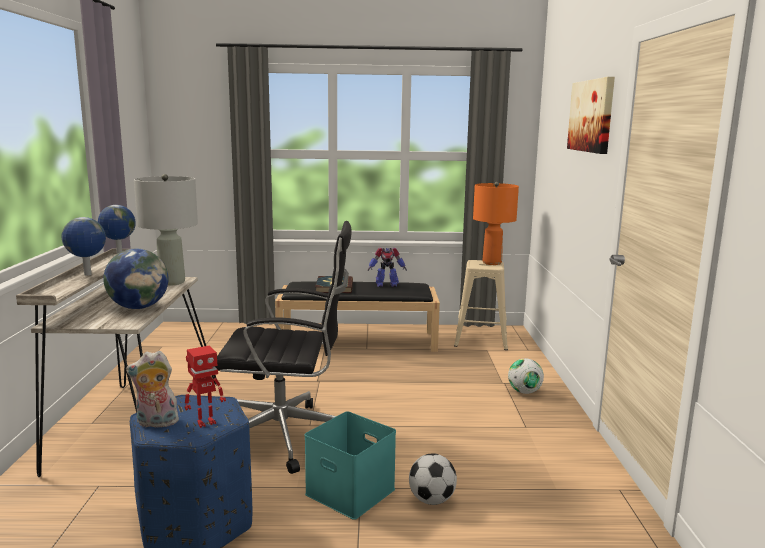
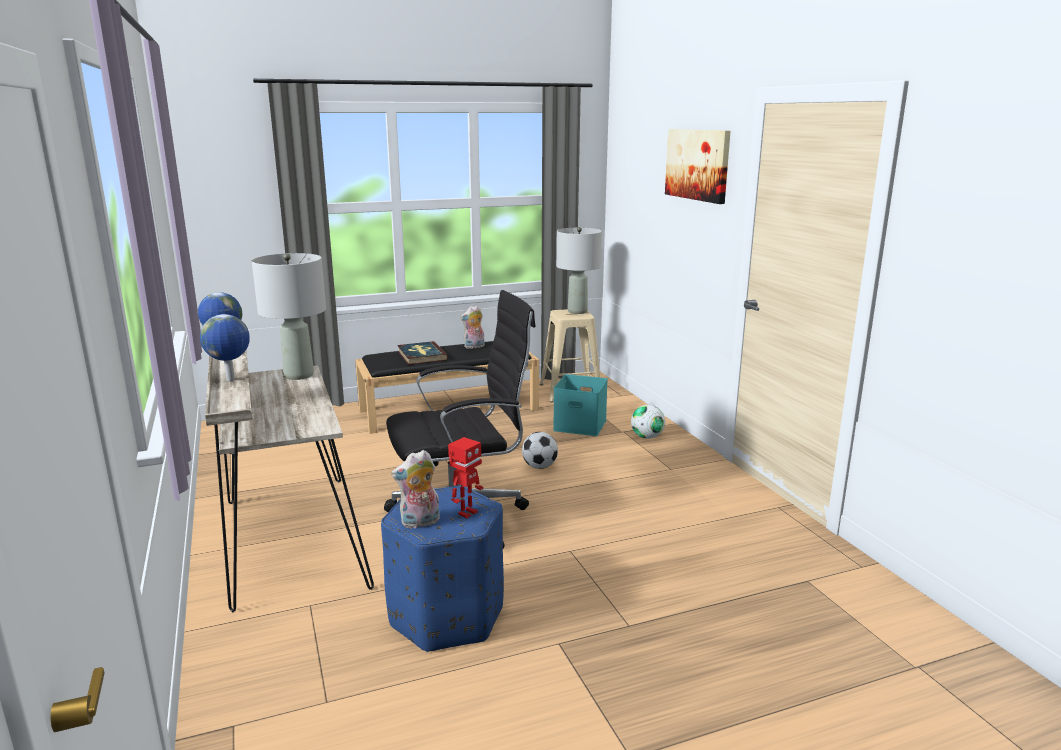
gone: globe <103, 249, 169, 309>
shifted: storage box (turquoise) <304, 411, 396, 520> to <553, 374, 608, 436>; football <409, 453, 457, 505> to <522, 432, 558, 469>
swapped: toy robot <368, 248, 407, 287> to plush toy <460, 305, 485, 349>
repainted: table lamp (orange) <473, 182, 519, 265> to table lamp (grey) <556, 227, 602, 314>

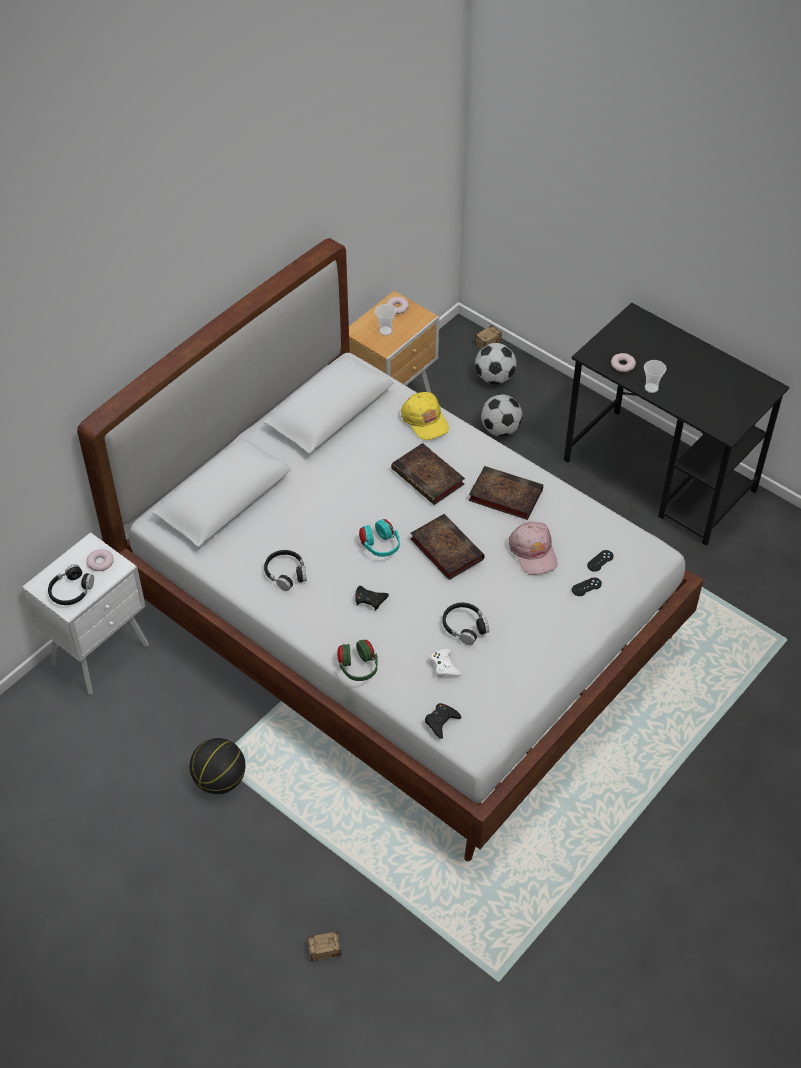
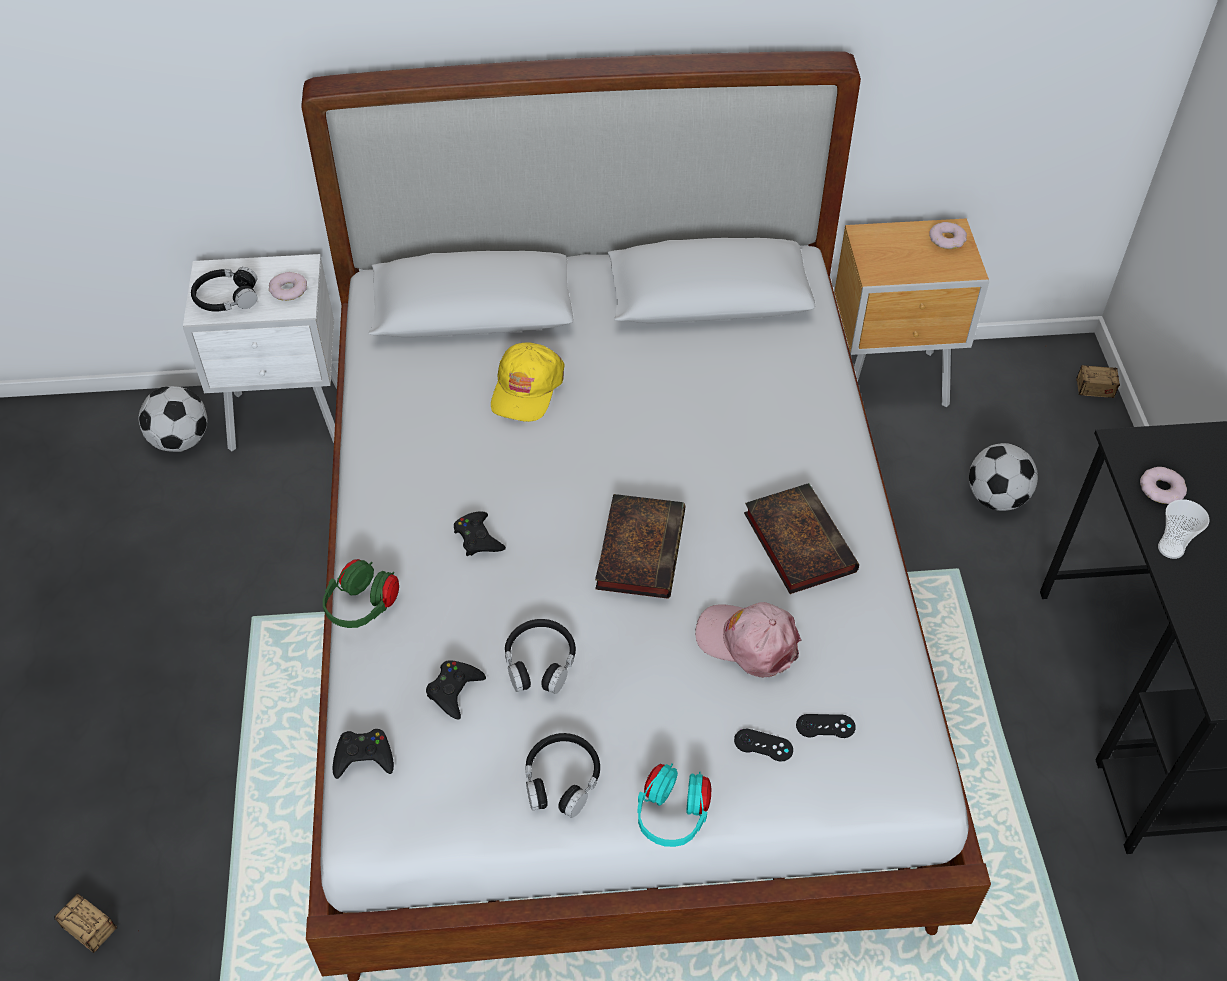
gone: basketball <190, 738, 245, 794>; cup <375, 304, 396, 335>; book <391, 443, 465, 505>
shifted: headphones (black) <264, 550, 307, 591> to <525, 733, 600, 818>; headphones (turquoise) <359, 519, 400, 557> to <638, 764, 711, 847>; cap (yellow) <401, 392, 449, 440> to <491, 342, 565, 422>; football <475, 343, 516, 385> to <138, 386, 208, 452>
repainted: game controller (white) <430, 649, 462, 677> to game controller (black) <426, 660, 486, 720>
rotated: cap (pink) <508, 522, 558, 575> = <695, 602, 801, 678> 90 degrees clockwise

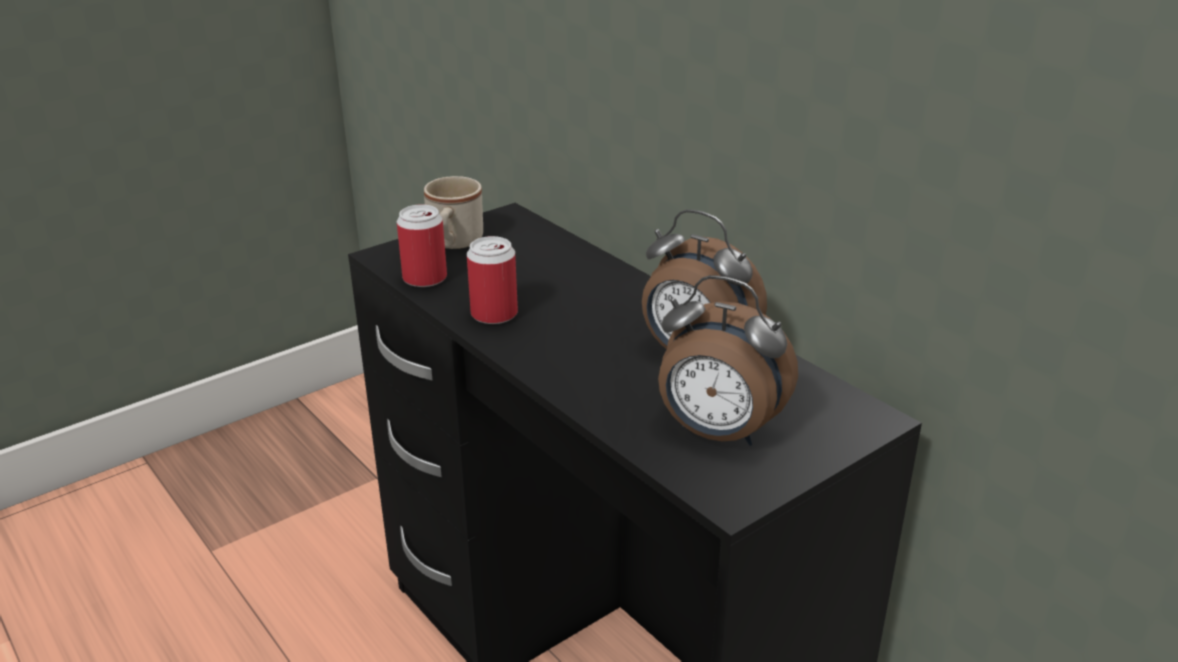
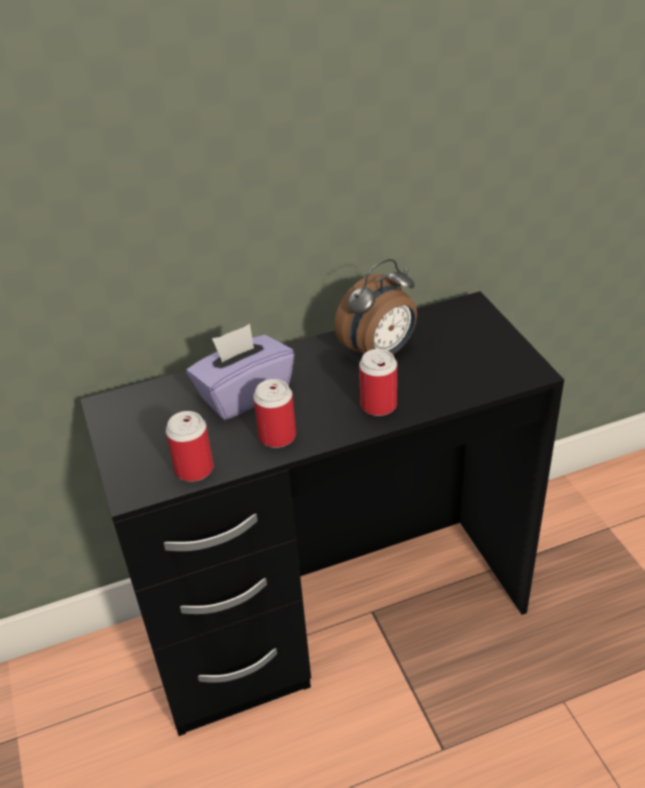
gone: mug (beige) <424, 176, 483, 249>; alarm clock <658, 275, 798, 446>
new: tissue box (purple) <186, 324, 294, 420>; can <359, 349, 397, 416>

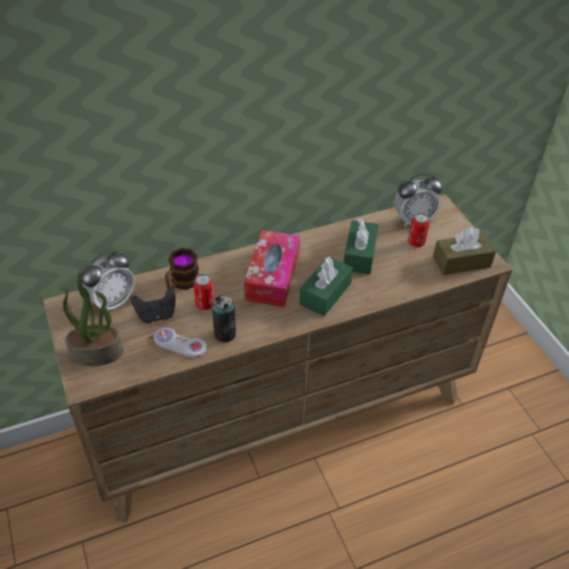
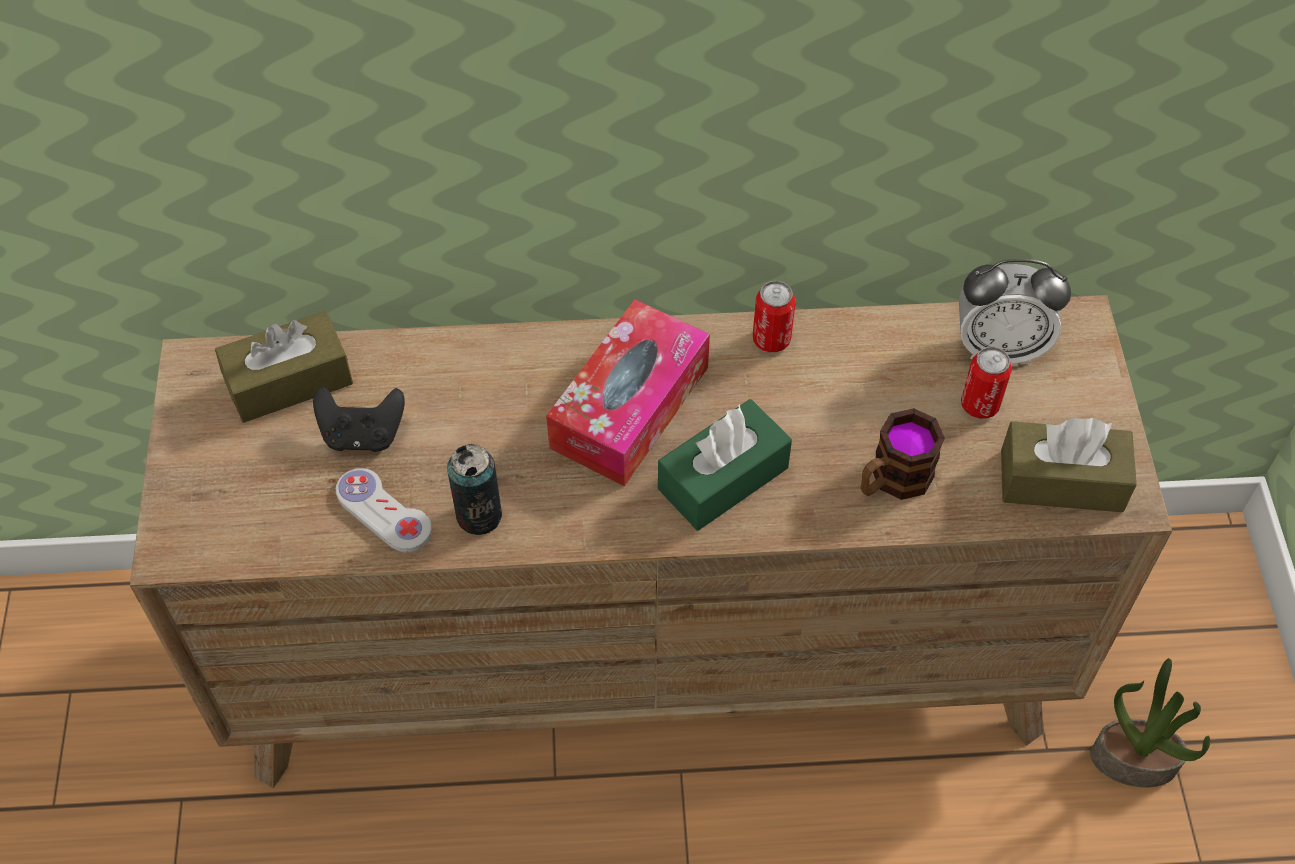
gone: tissue box (green) <343, 219, 379, 274>
shifted: potted plant <63, 272, 123, 366> to <1090, 658, 1210, 788>; mug <165, 248, 199, 290> to <861, 408, 945, 500>; can <194, 274, 214, 310> to <753, 281, 796, 352>
swapped: alarm clock <82, 250, 135, 310> to tissue box (brown) <215, 311, 353, 423>

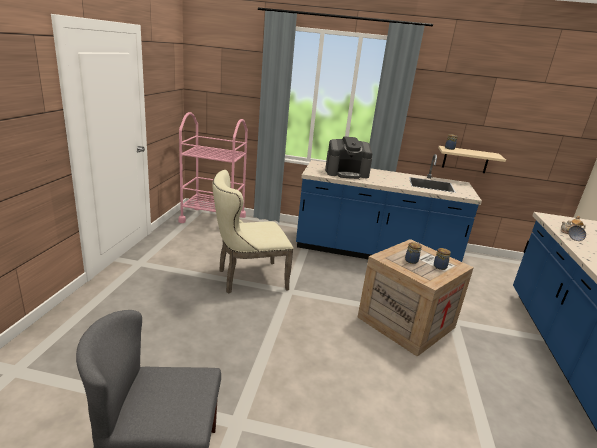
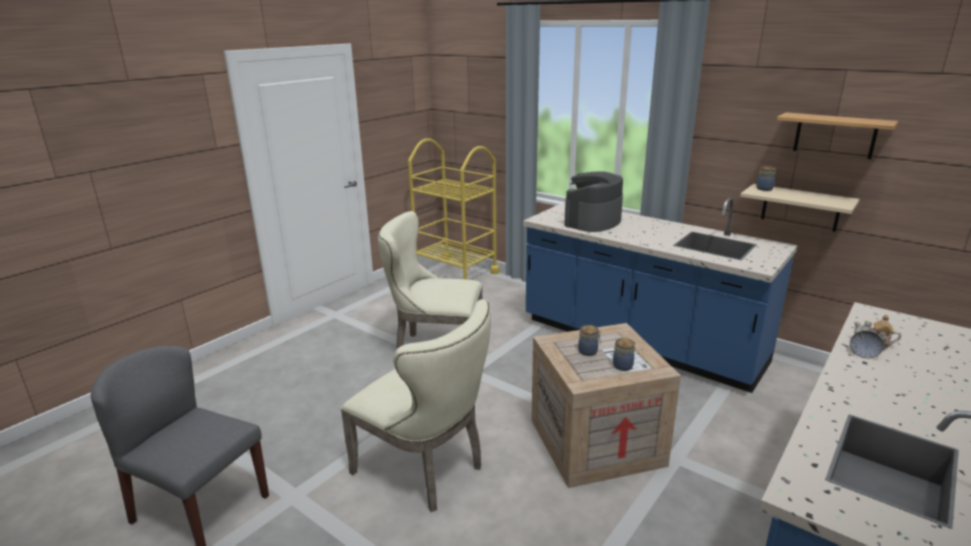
new: chair (beige) <341, 299, 491, 512>; shelf <777, 112, 898, 159>
repainted: cart (pink) <178, 112, 248, 223> to cart (yellow) <408, 138, 499, 279>
rotated: coffee machine <325, 136, 372, 179> = <564, 172, 623, 232> 105 degrees clockwise

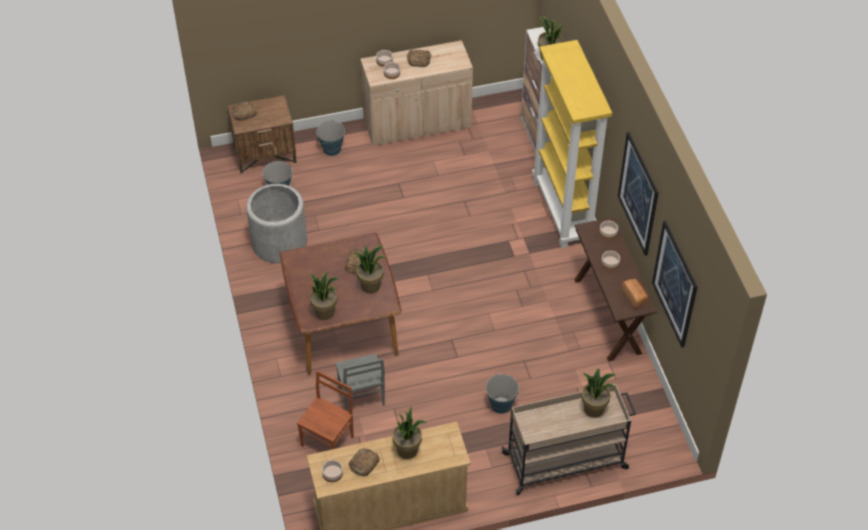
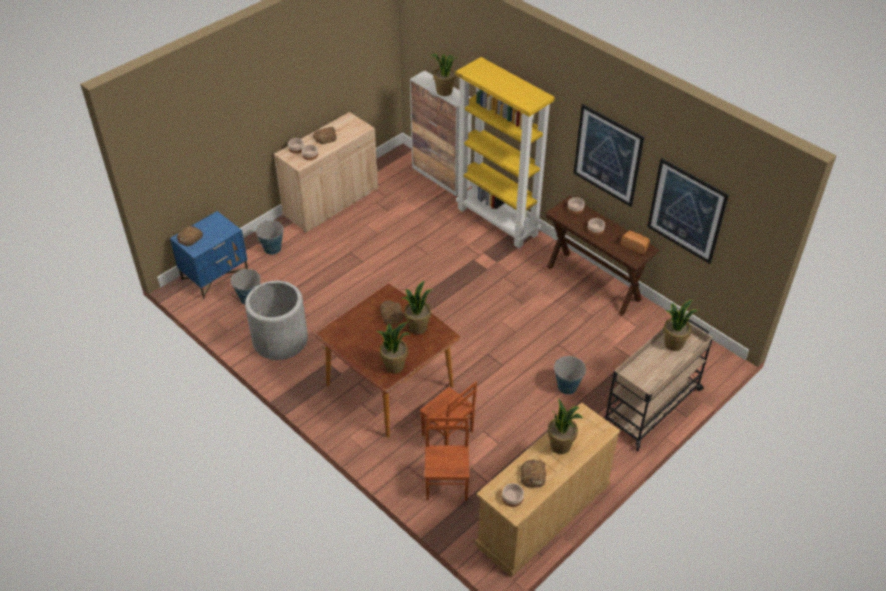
repainted: nightstand (brown) <227, 95, 297, 174> to nightstand (blue) <170, 211, 248, 299>; chair (grey) <336, 353, 385, 412> to chair (brown) <420, 381, 477, 445>

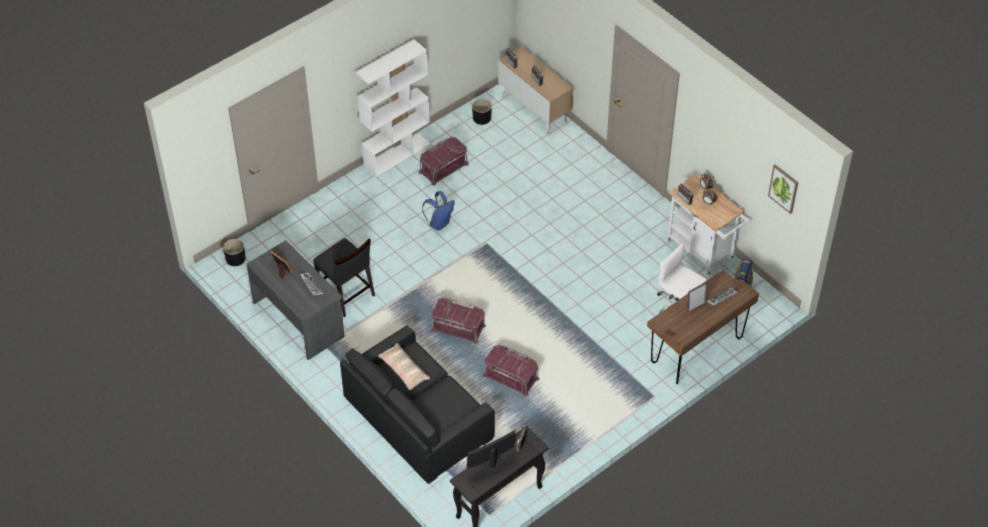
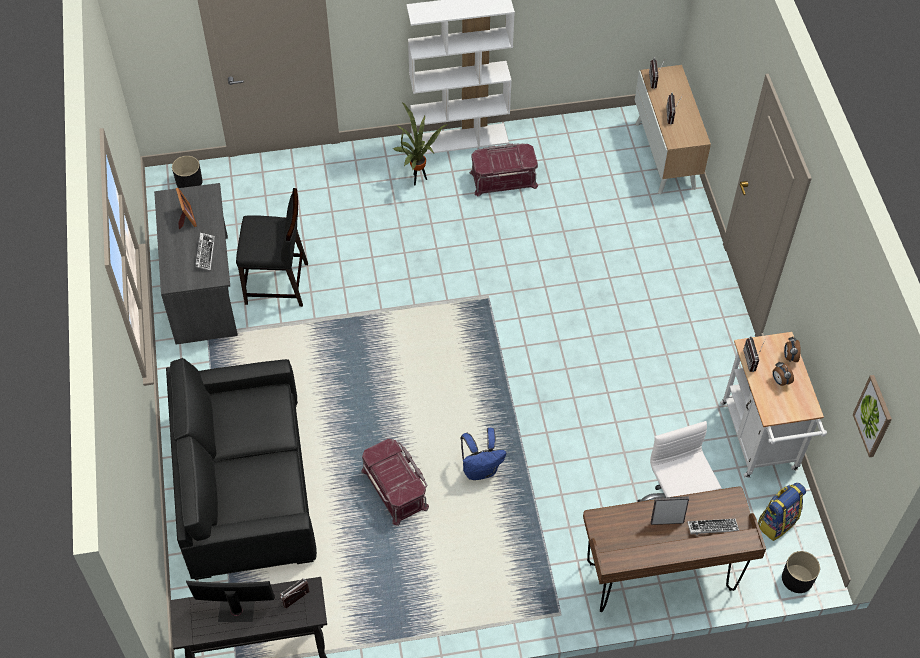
gone: pillow <378, 343, 430, 390>; storage box (red) <431, 298, 486, 344>
new: potted plant <393, 102, 448, 186>
shifted: backpack (blue) <422, 191, 455, 230> to <460, 428, 506, 480>; planter (black) <472, 99, 492, 125> to <782, 551, 820, 593>
rotated: chair (black) <313, 238, 375, 317> = <236, 188, 308, 307> 75 degrees counterclockwise

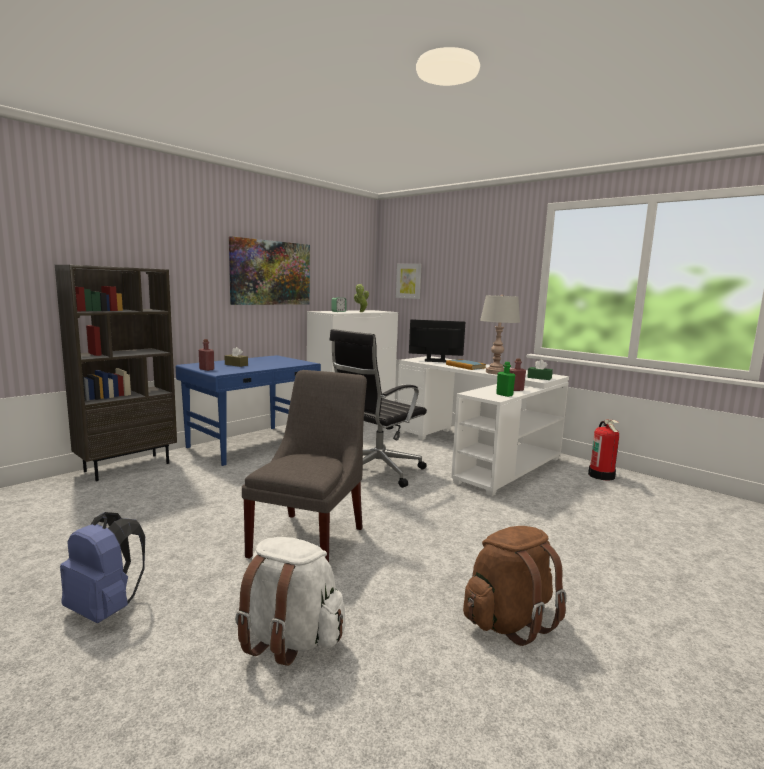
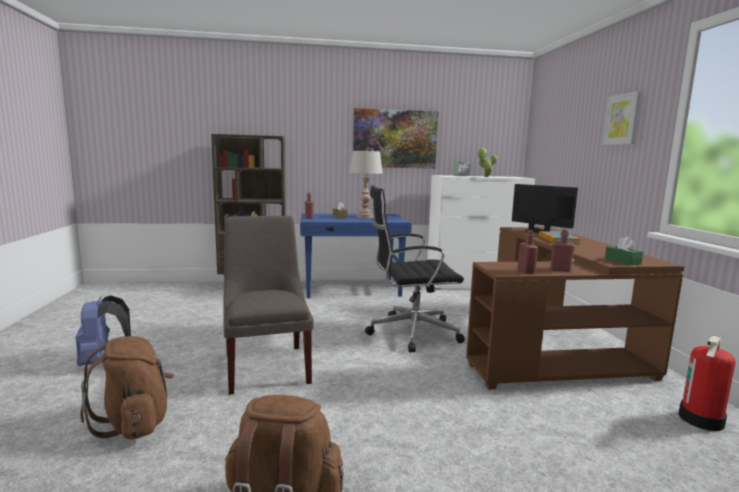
shifted: picture <396, 264, 422, 299> to <603, 91, 641, 145>; table lamp (grey) <480, 295, 520, 374> to <349, 150, 383, 218>
repainted: backpack (white) <235, 537, 345, 666> to backpack (brown) <81, 336, 174, 439>; desk (white) <396, 356, 569, 496> to desk (brown) <466, 227, 684, 390>; bottle (green) <496, 362, 515, 397> to bottle (red) <518, 230, 538, 274>
rotated: chair (grey) <242, 370, 367, 562> = <223, 216, 314, 395> 75 degrees counterclockwise

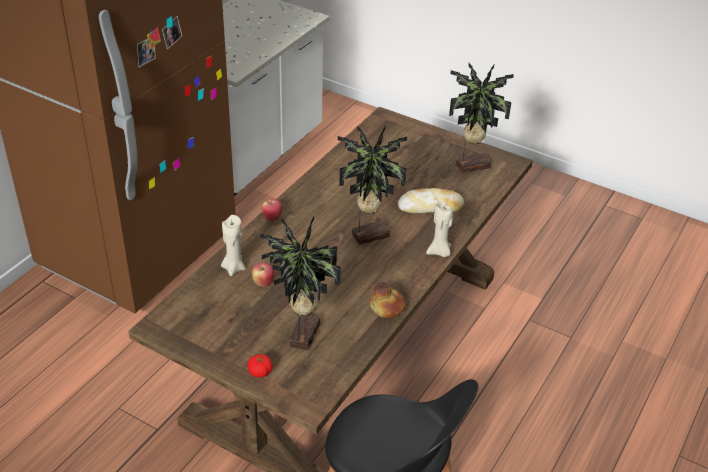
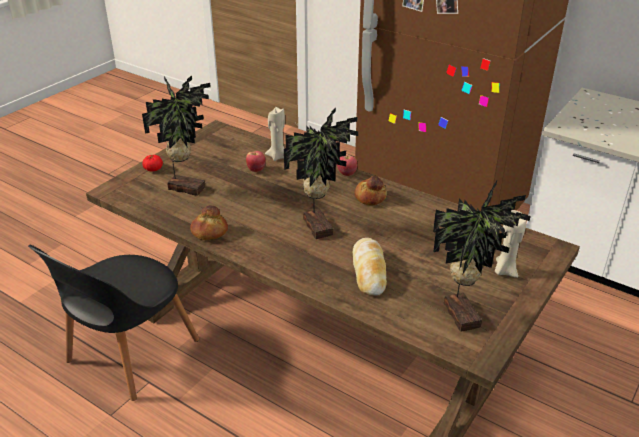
new: bread <354, 176, 387, 206>
shifted: candle (beige) <426, 201, 453, 257> to <495, 210, 527, 278>

